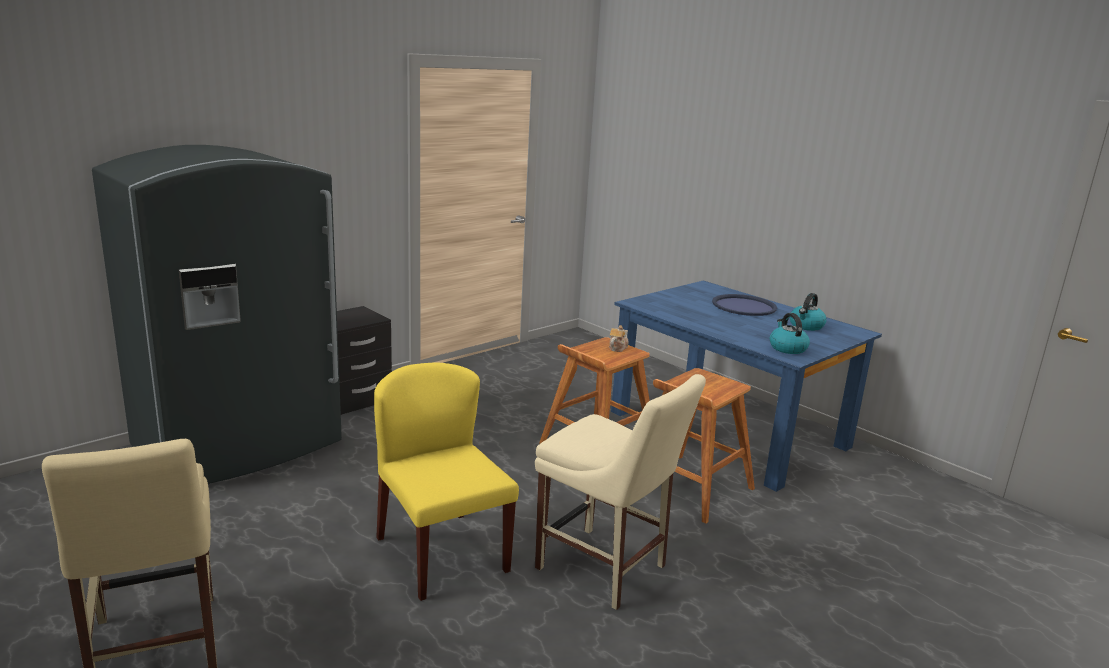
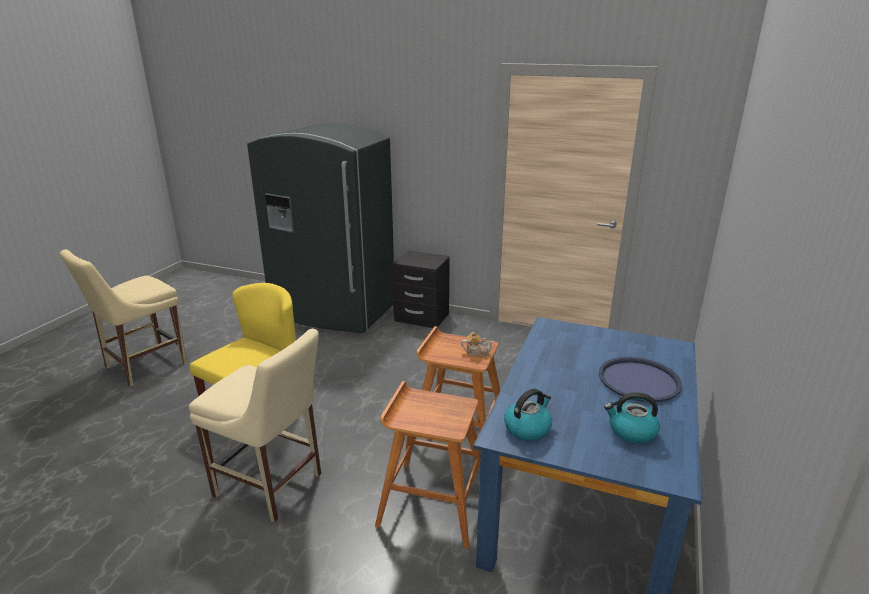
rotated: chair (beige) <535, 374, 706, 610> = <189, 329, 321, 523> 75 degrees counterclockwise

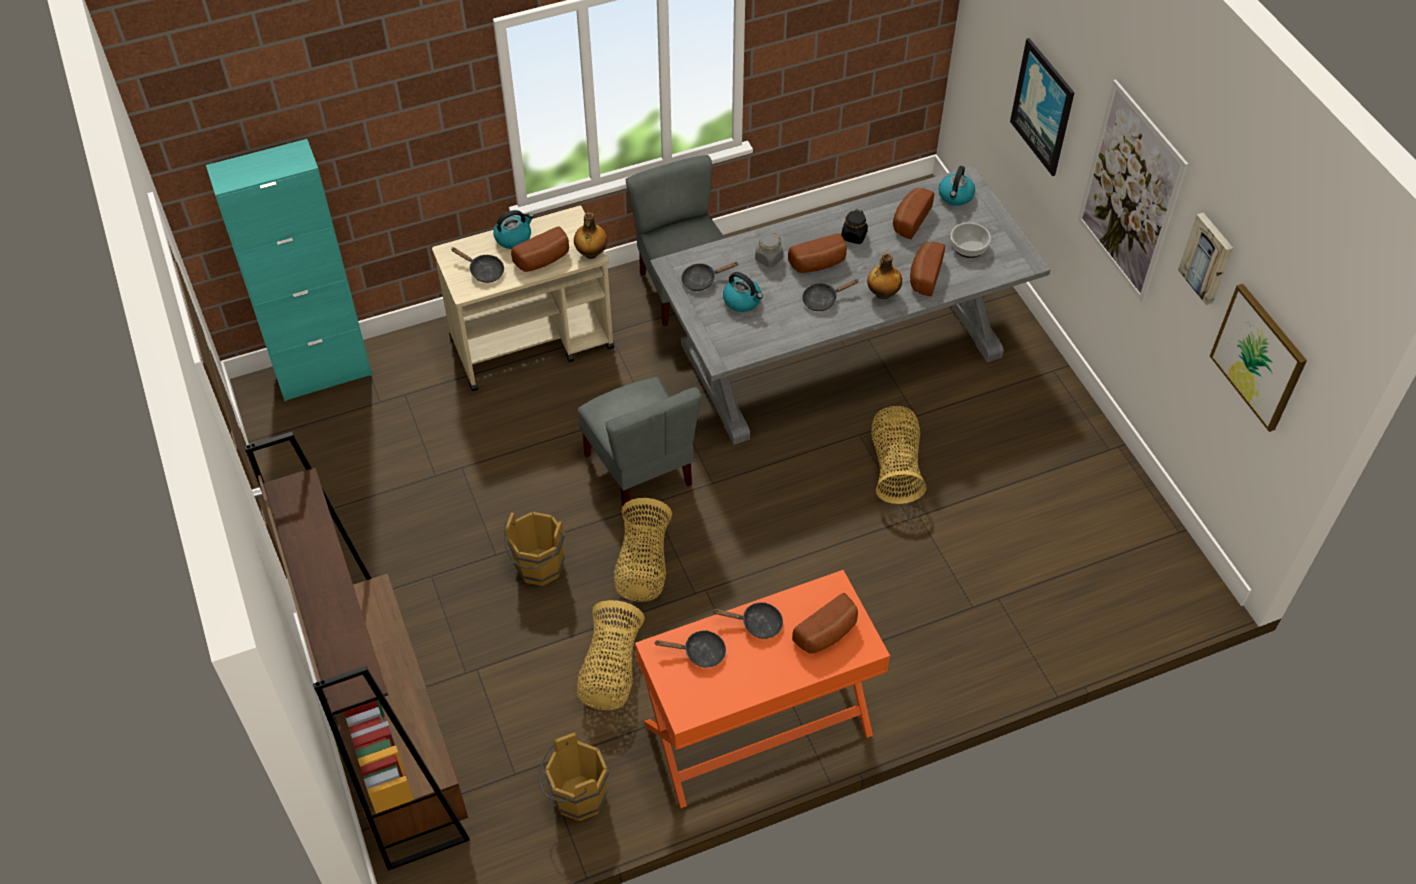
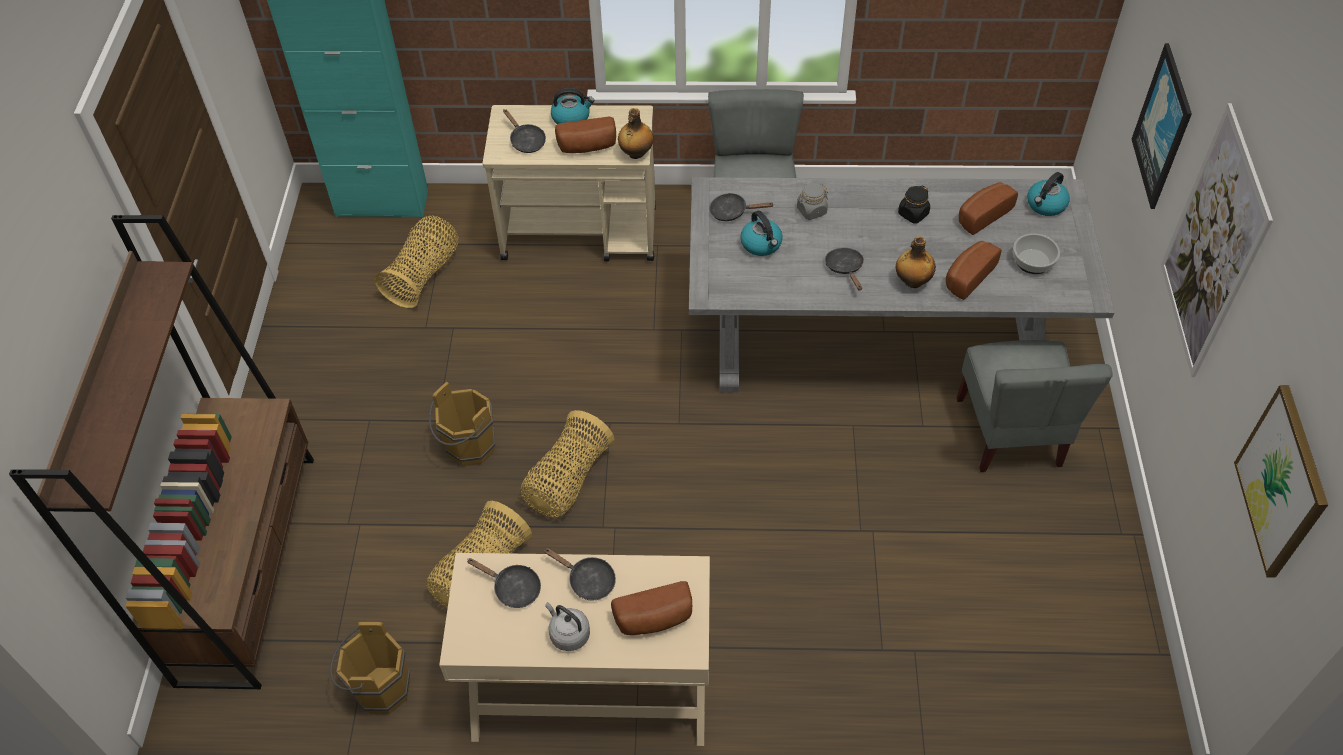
gone: bread <788, 233, 847, 273>; picture <1178, 212, 1233, 305>
new: kettle (grey) <545, 602, 590, 651>
shifted: chair (grey) <578, 377, 702, 513> to <957, 340, 1113, 472>; basket <871, 406, 926, 504> to <375, 216, 459, 308>
repainted: console table (orange) <635, 570, 890, 808> to console table (beige) <439, 553, 710, 746>
rotated: frying pan (black) <802, 279, 858, 311> = <825, 248, 864, 290> 75 degrees clockwise

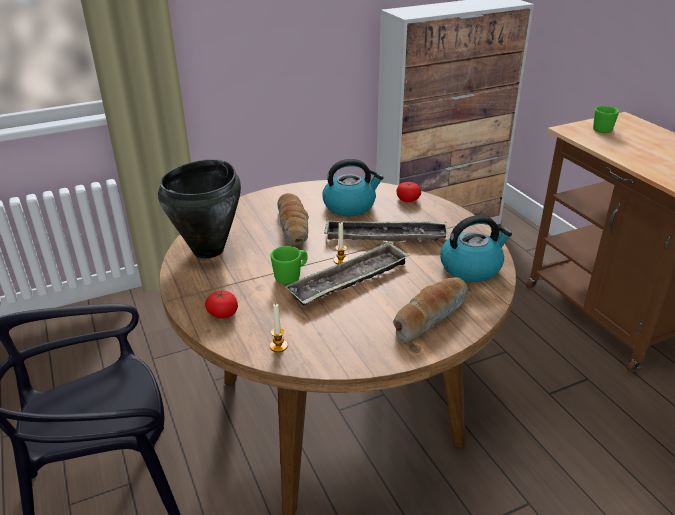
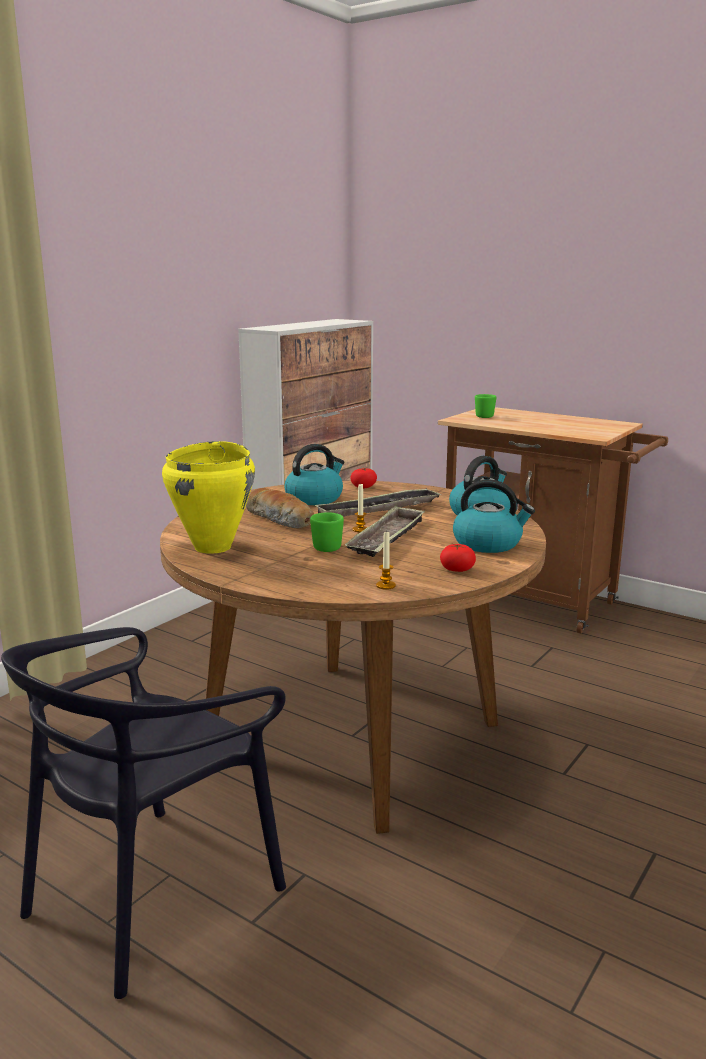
shifted: tomato <205, 291, 238, 319> to <440, 544, 476, 572>
swapped: bread <393, 277, 468, 344> to kettle <453, 480, 535, 553>
repainted: cooking pot (black) <158, 159, 241, 258> to cooking pot (yellow) <162, 441, 255, 554>

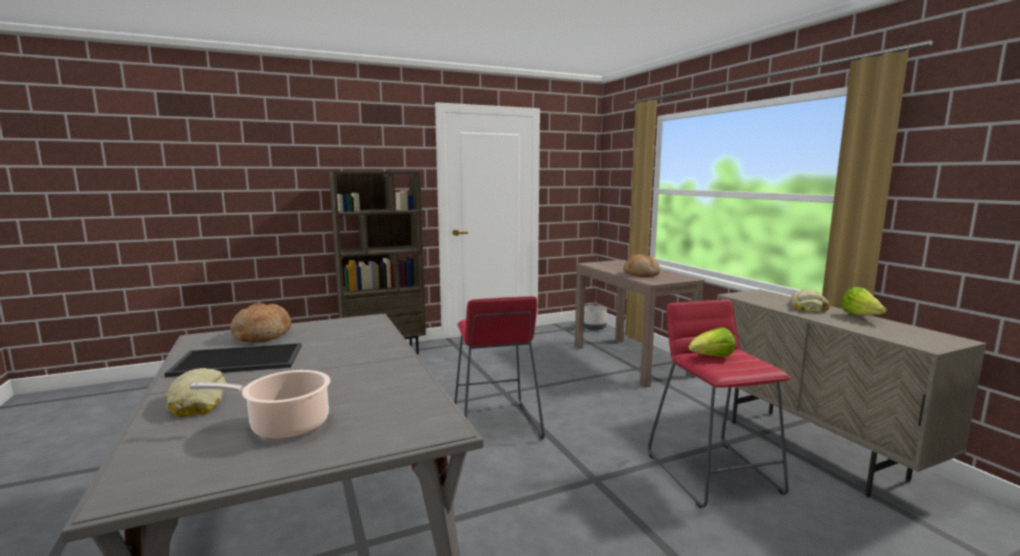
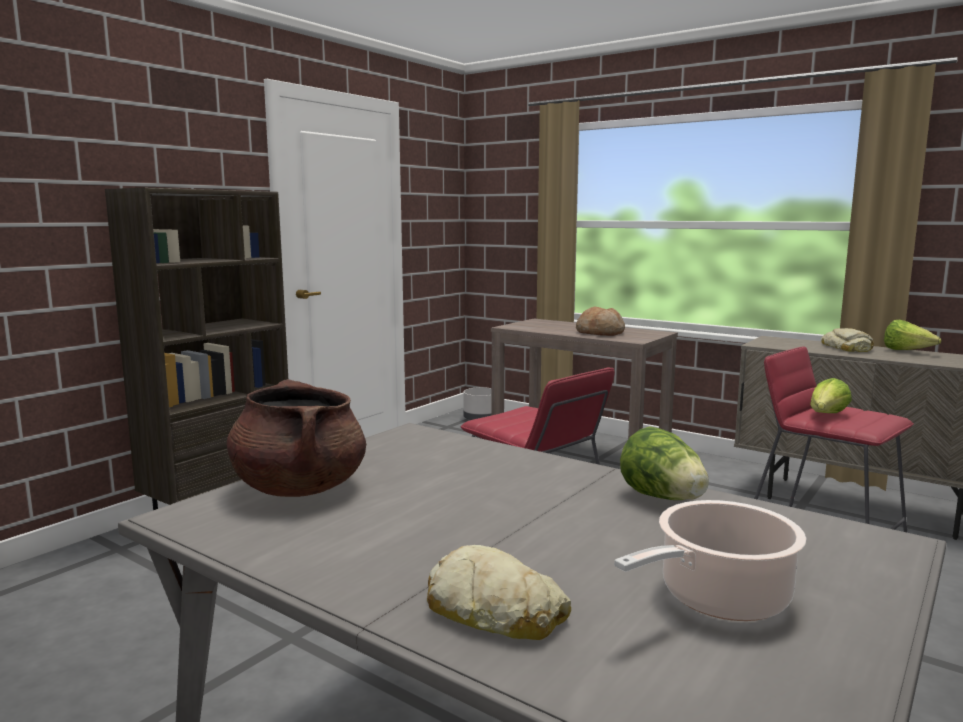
gone: tray <165, 343, 301, 377>
new: lettuce <620, 427, 709, 500>
swapped: bread <230, 303, 291, 343> to cooking pot (brown) <227, 379, 366, 497>

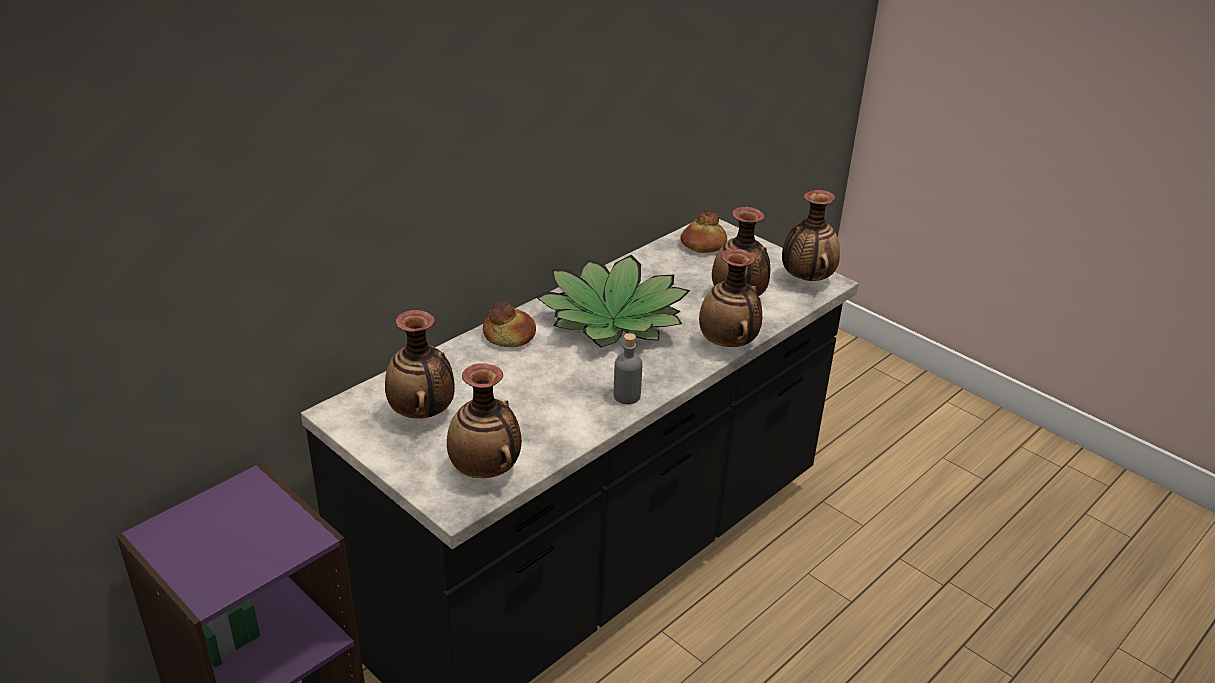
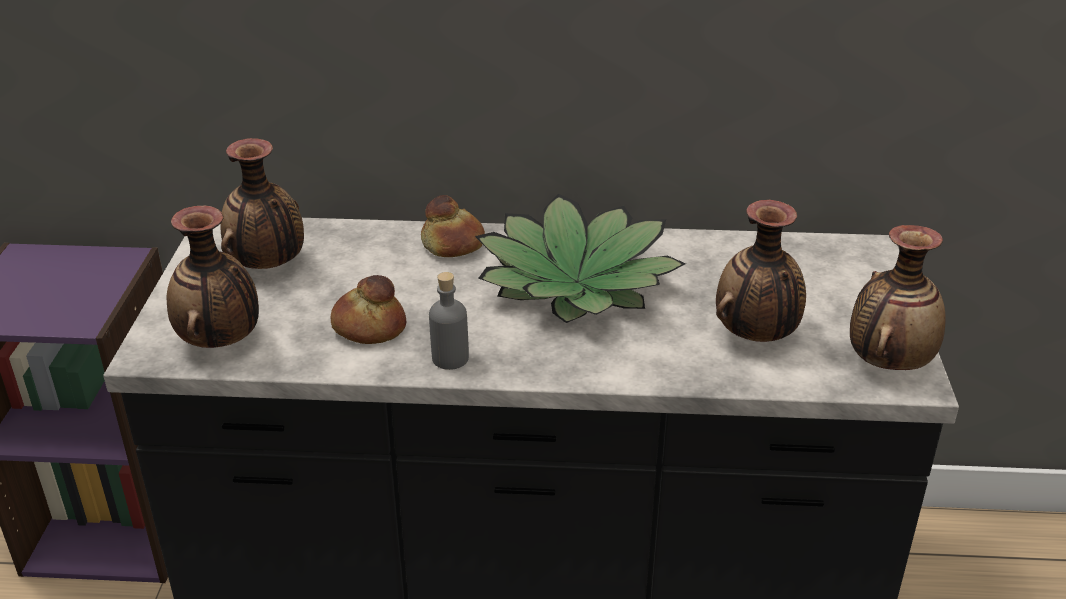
gone: vase <699, 249, 762, 347>
shifted: bread <680, 210, 727, 253> to <331, 275, 406, 344>

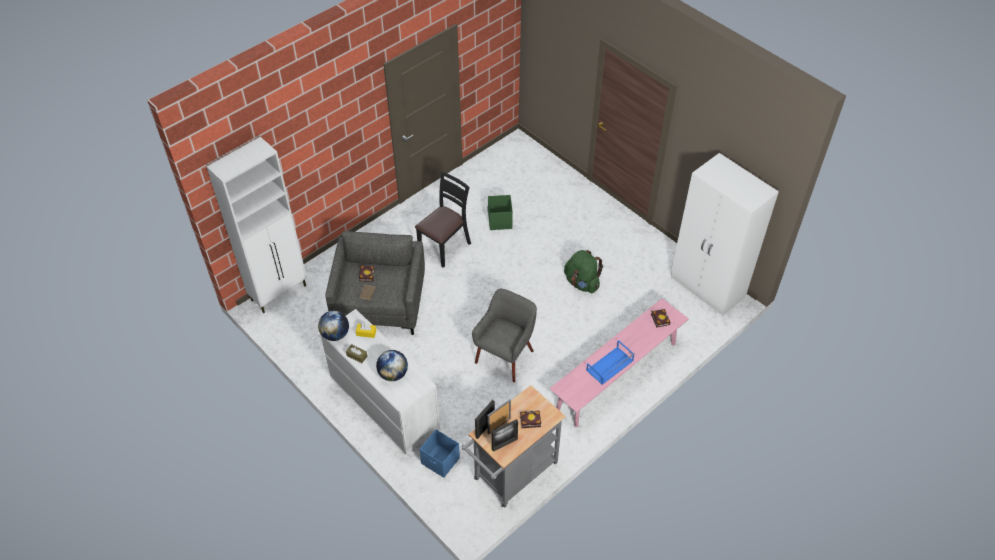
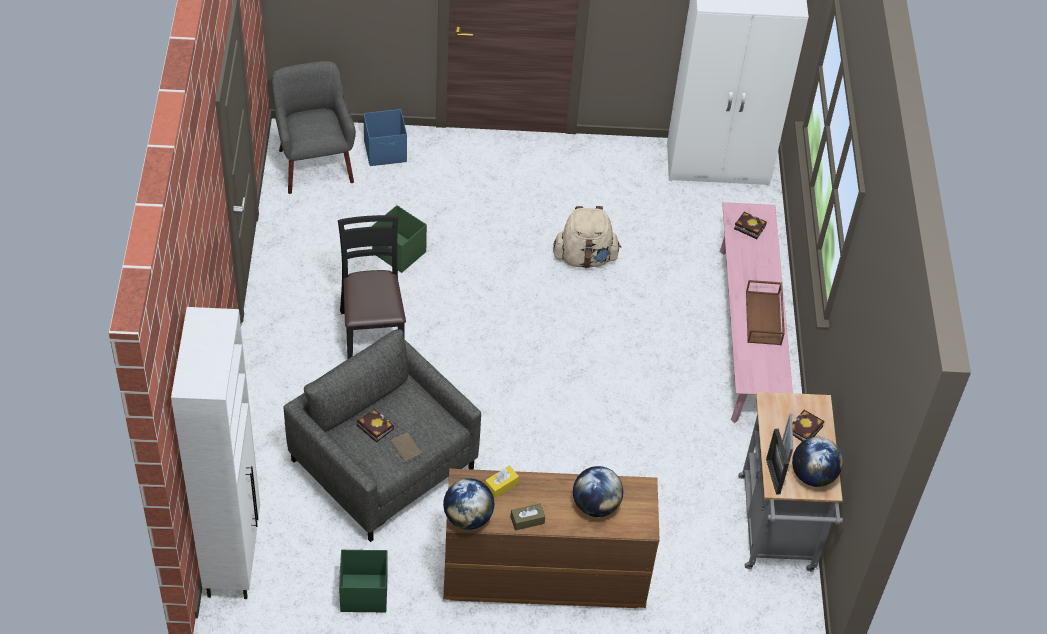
new: storage box (green) <339, 550, 388, 612>
shifted: storage box (blue) <419, 429, 460, 478> to <363, 109, 407, 166>; armchair (grey) <472, 289, 537, 382> to <272, 61, 356, 194>
swapped: picture frame <492, 419, 518, 452> to globe <792, 437, 843, 487>
repainted: dresser (white) <320, 309, 440, 454> to dresser (brown) <443, 469, 660, 608>; backpack (green) <564, 250, 603, 293> to backpack (beige) <553, 206, 621, 268>; tray (blue) <586, 340, 635, 385> to tray (brown) <746, 280, 785, 345>

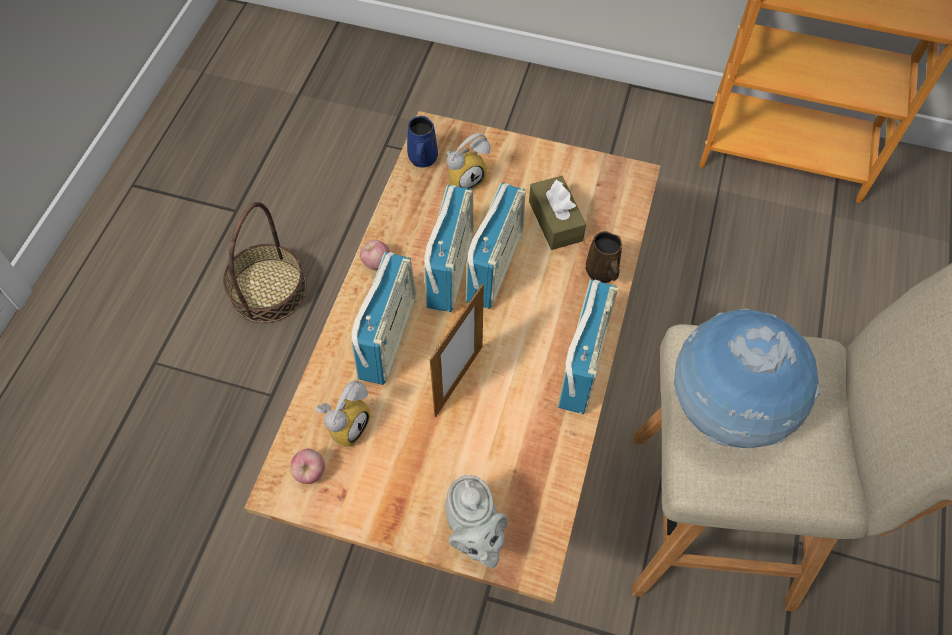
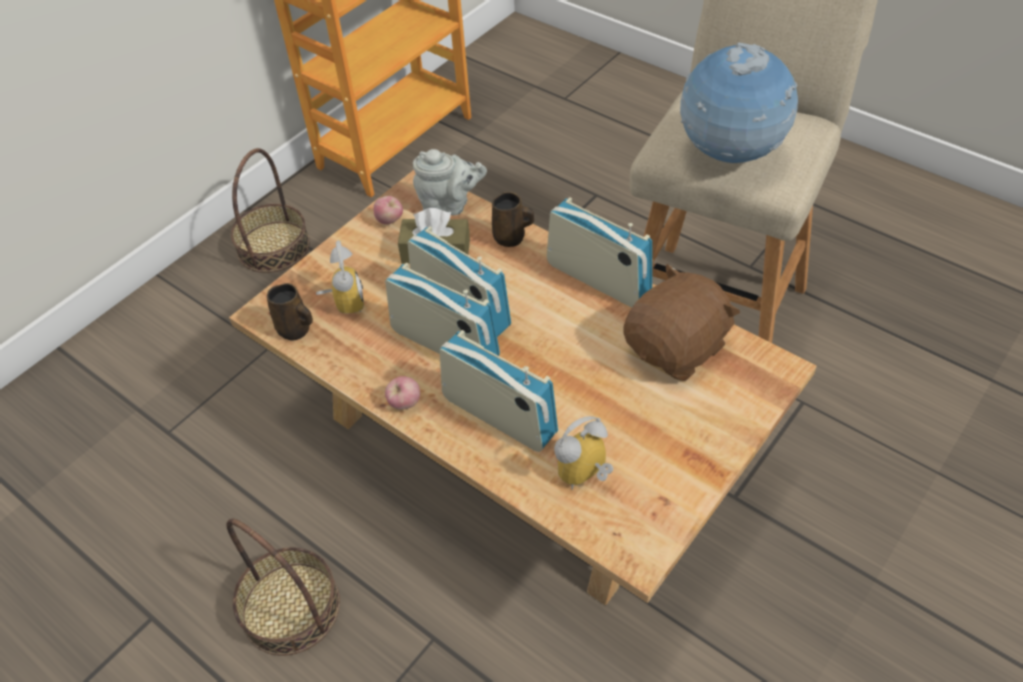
gone: picture frame <430, 283, 484, 417>
new: basket <231, 148, 310, 273>; plush toy (brown) <624, 264, 740, 381>
shifted: apple <290, 448, 325, 484> to <373, 196, 403, 224>; teapot (grey) <445, 475, 508, 568> to <413, 149, 487, 215>
repainted: mug (blue) <407, 116, 438, 167> to mug (brown) <267, 283, 313, 340>
rotated: alarm clock <316, 380, 370, 447> = <554, 416, 613, 490> 90 degrees counterclockwise

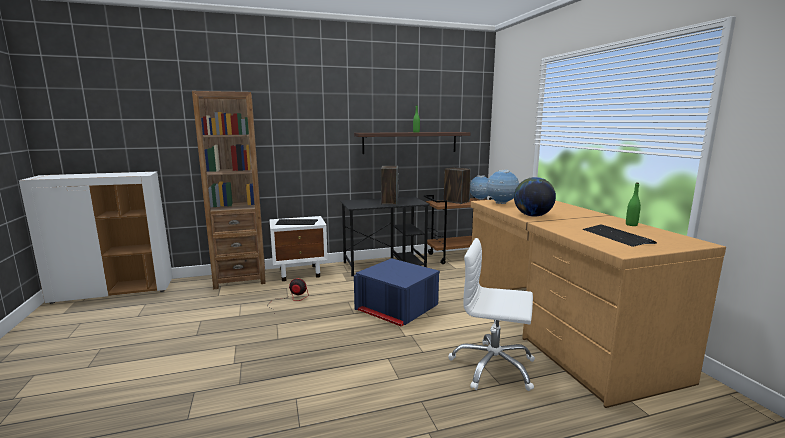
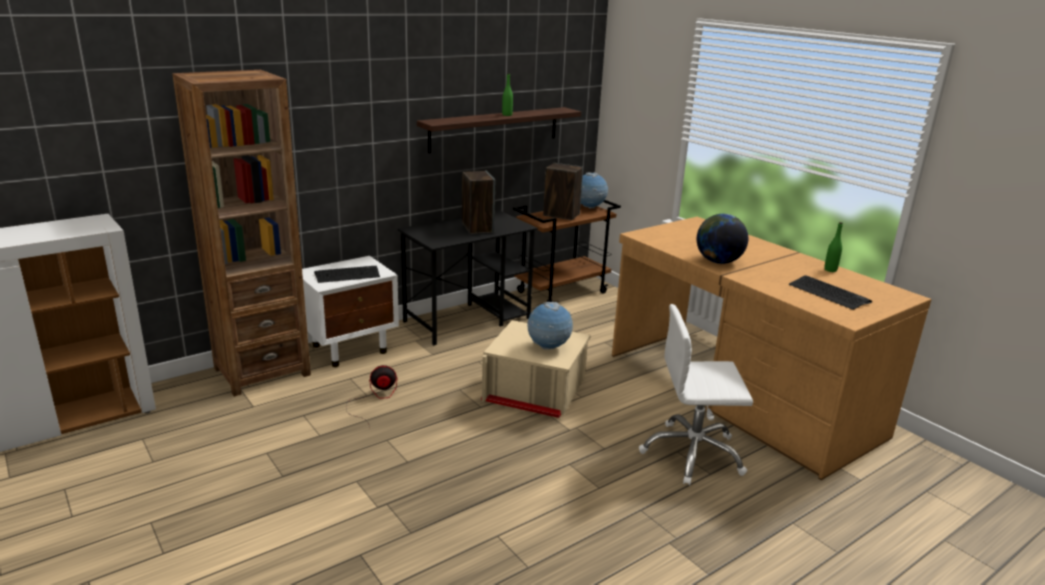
shifted: globe <486, 170, 519, 204> to <527, 302, 573, 350>
repainted: storage box (blue) <354, 258, 440, 327> to storage box (beige) <481, 320, 591, 418>

